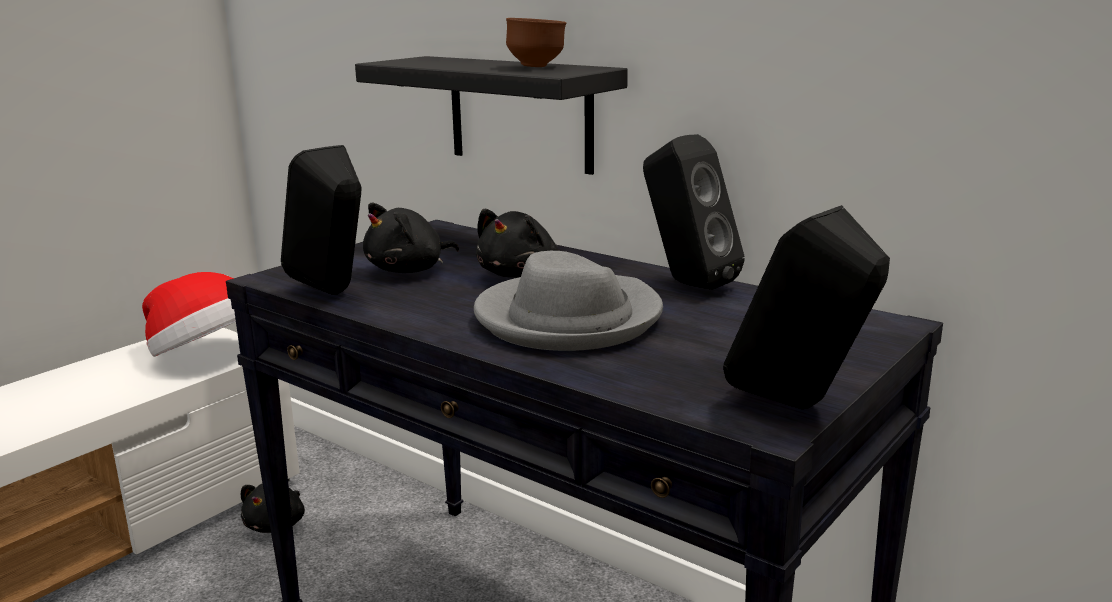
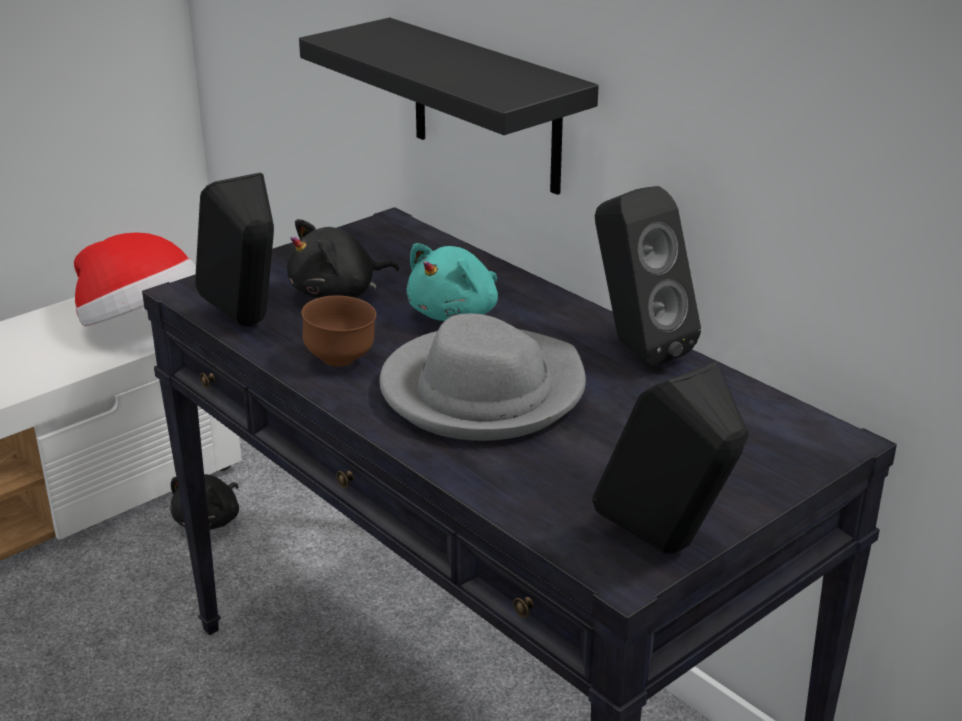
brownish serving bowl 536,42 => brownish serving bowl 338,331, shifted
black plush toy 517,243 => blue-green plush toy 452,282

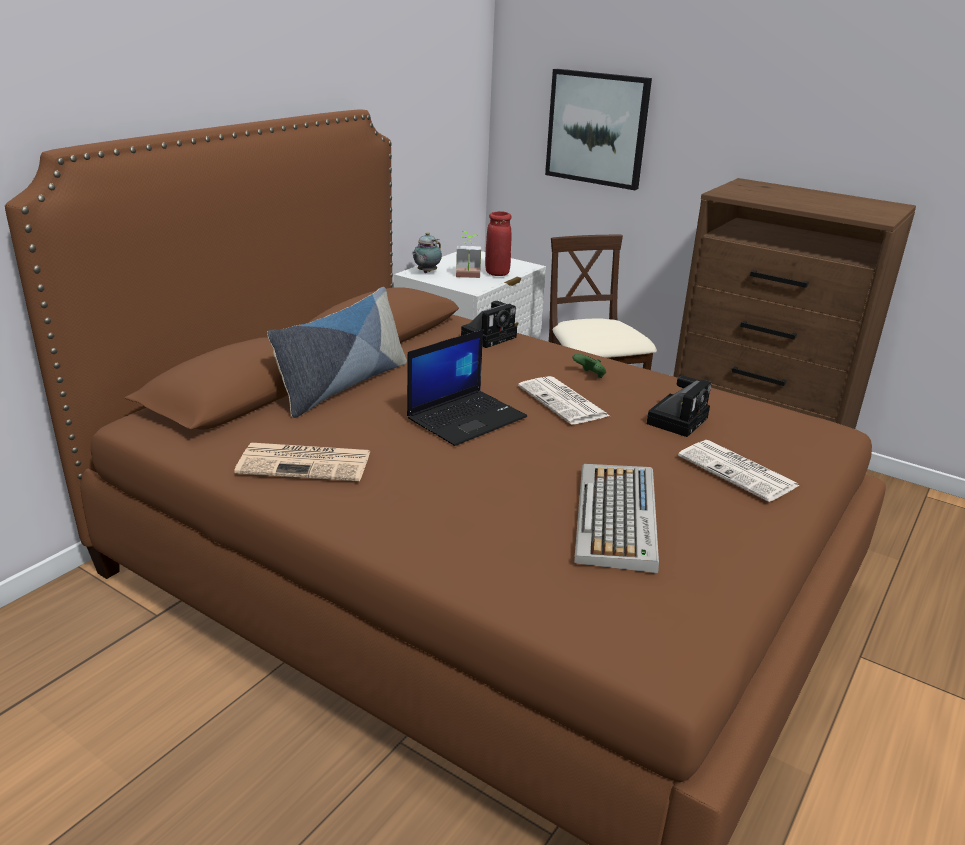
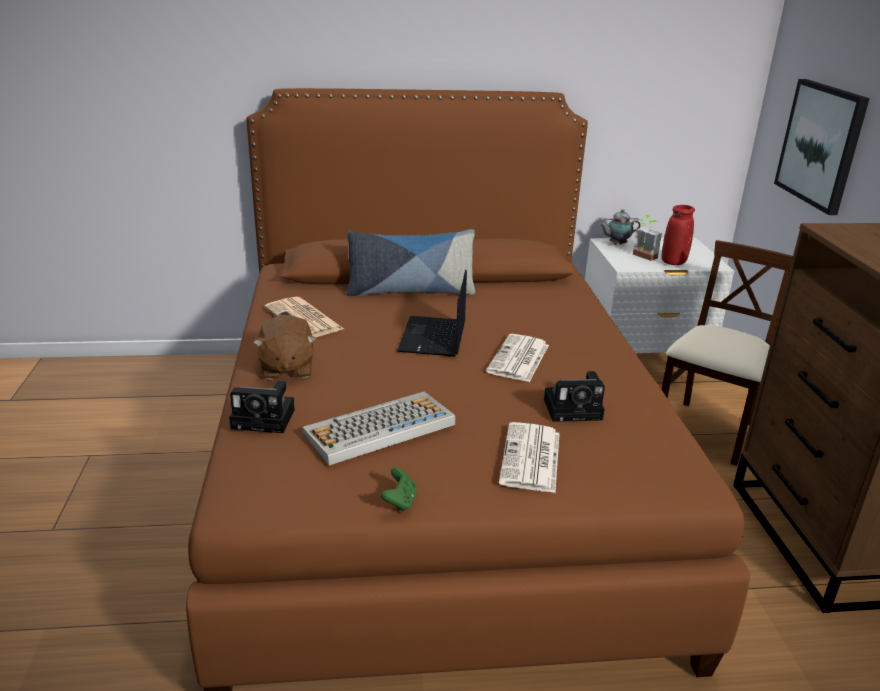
nothing => brownish plush toy 284,347
still camera 489,324 => still camera 262,406, shifted
greenish joypad 589,365 => greenish joypad 399,490, shifted
laptop 467,387 => laptop 432,313, 90 degrees clockwise

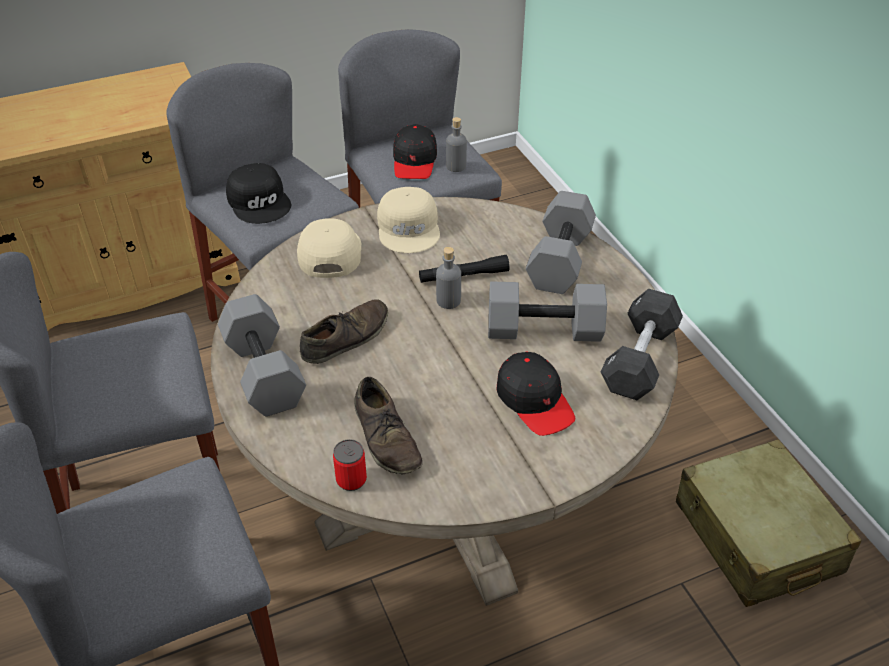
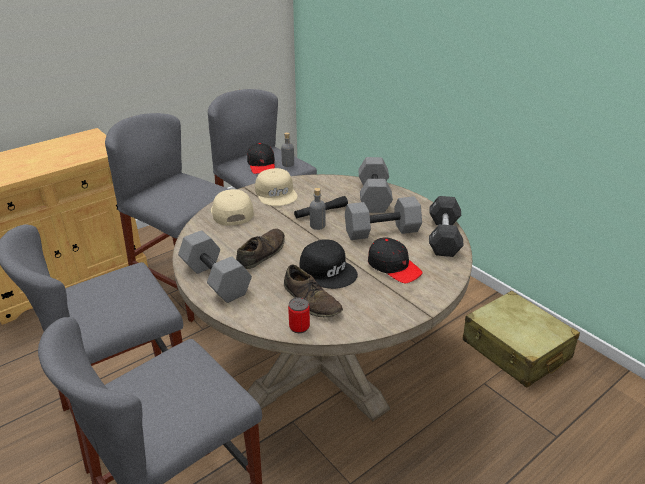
black peaked cap 258,193 => black peaked cap 329,264, shifted

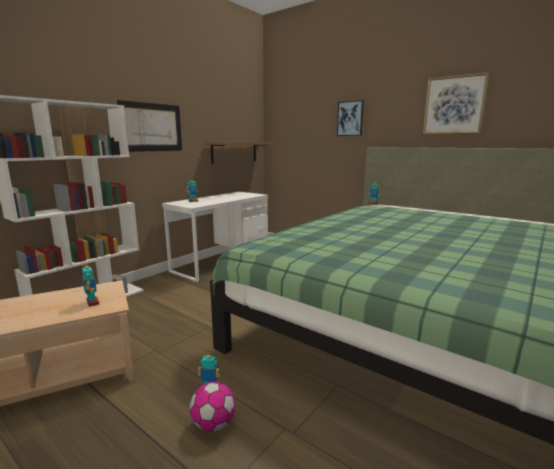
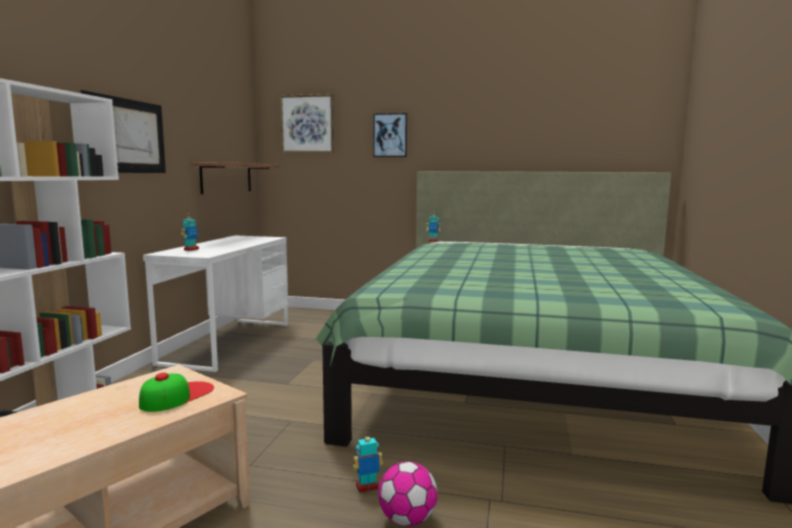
wall art 456,103 => wall art 307,123, shifted
robot figure 90,285 => peaked cap 176,392

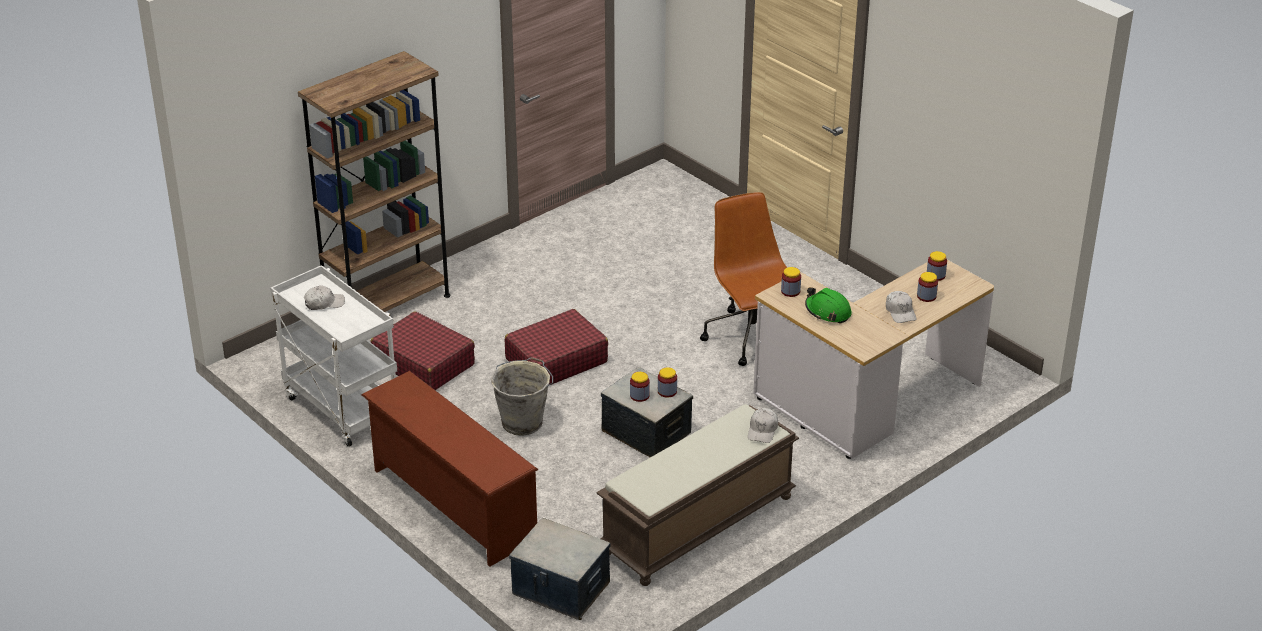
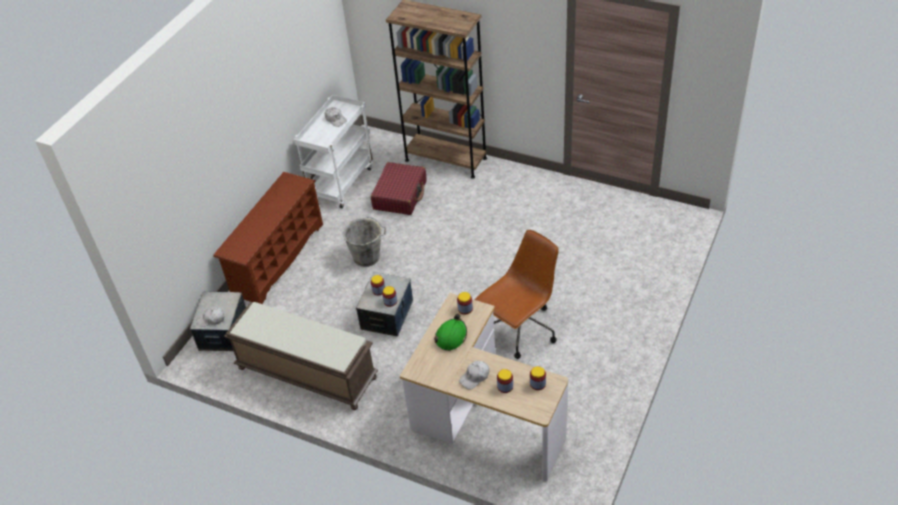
red-coloured piece of luggage 556,347 => nothing
whitish peaked cap 763,425 => whitish peaked cap 210,317, shifted

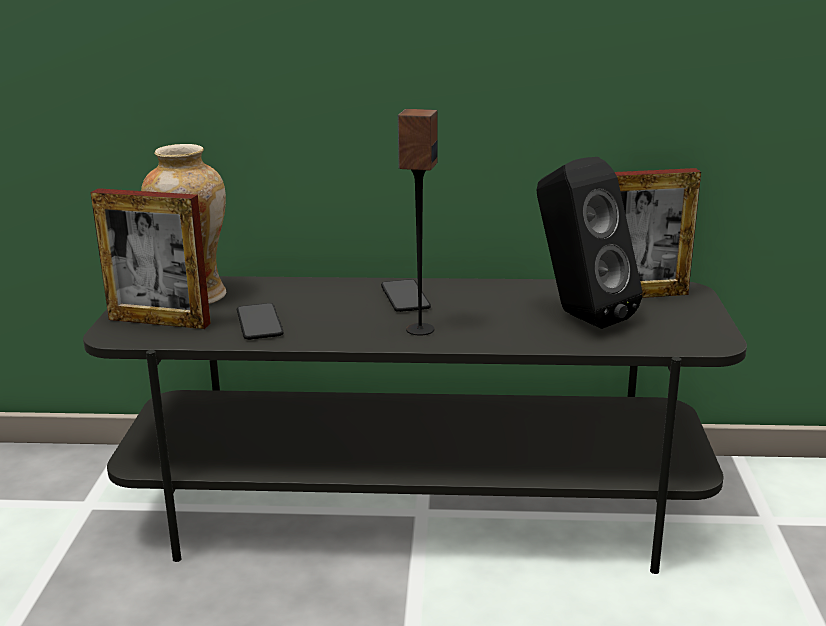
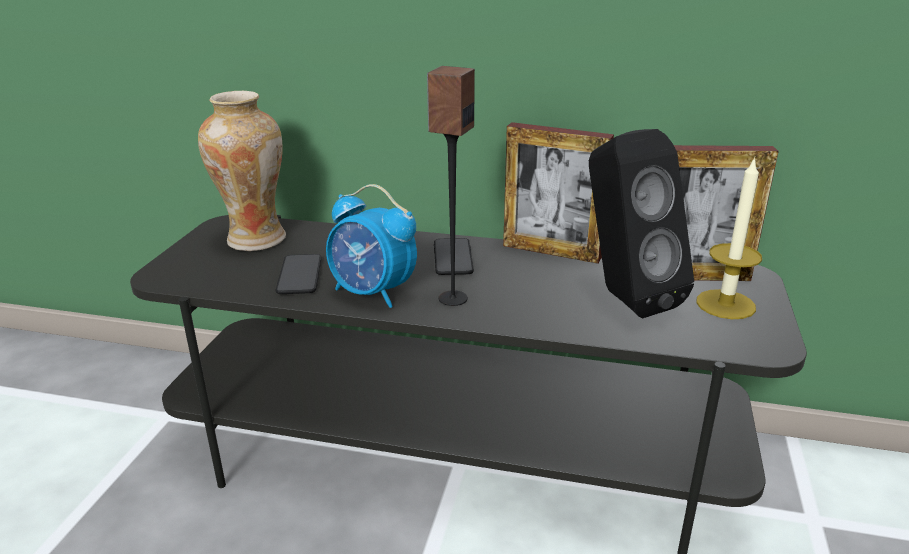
nothing => alarm clock 371,246
nothing => wax light 729,238
picture frame 151,258 => picture frame 558,193, shifted

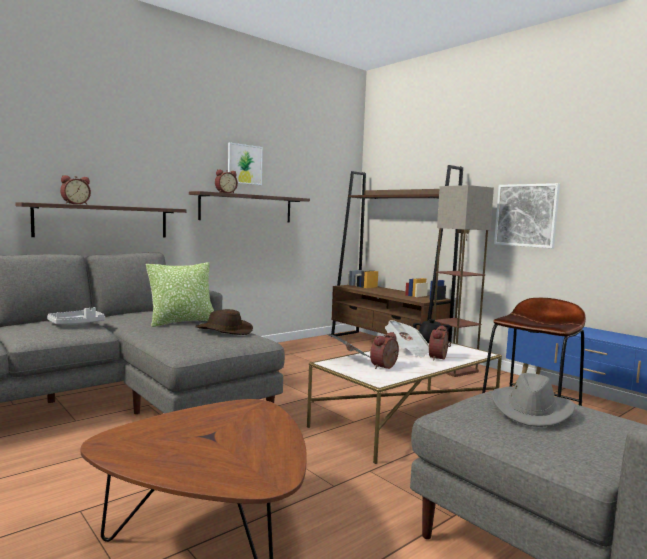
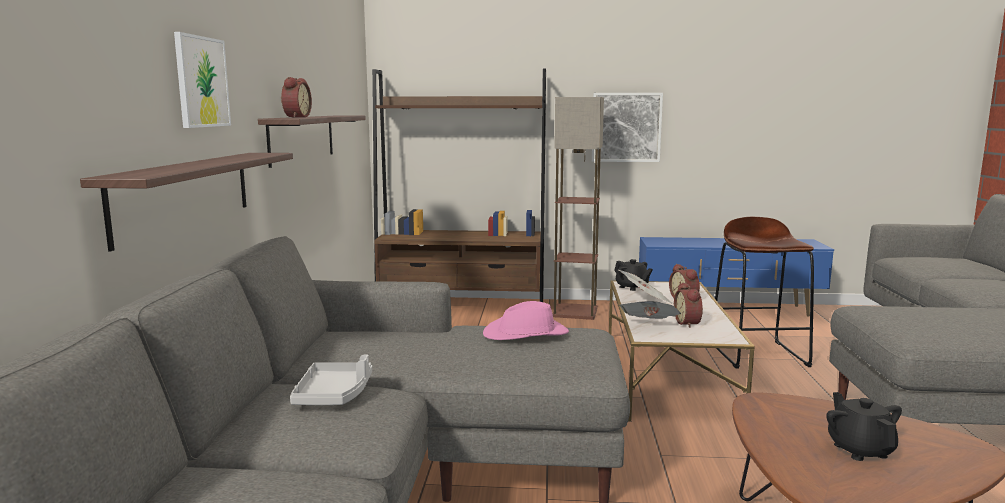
alarm clock 75,189 => nothing
cushion 180,294 => nothing
greyish clothing hat 533,400 => nothing
nothing => black pot for tea 864,426
wall art 245,163 => wall art 202,80, shifted
brownish clothing hat 224,322 => pink-coloured clothing hat 526,320

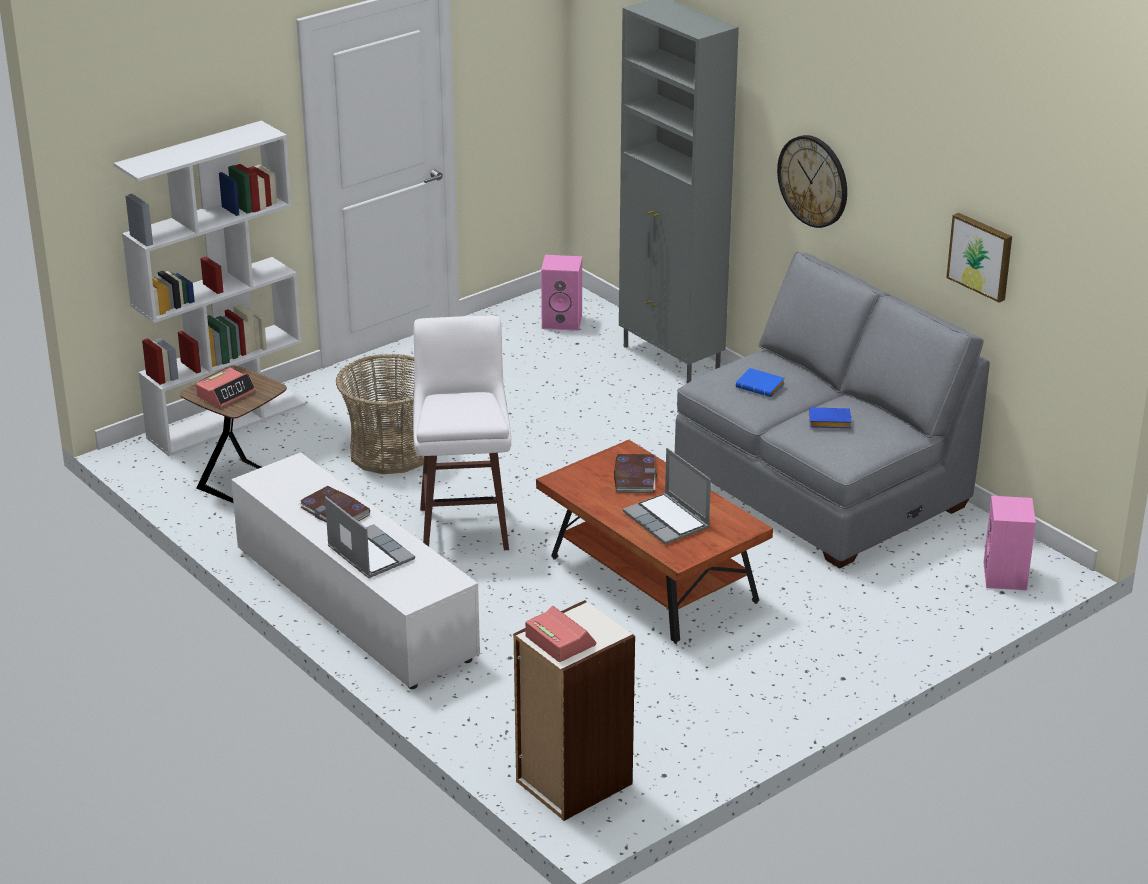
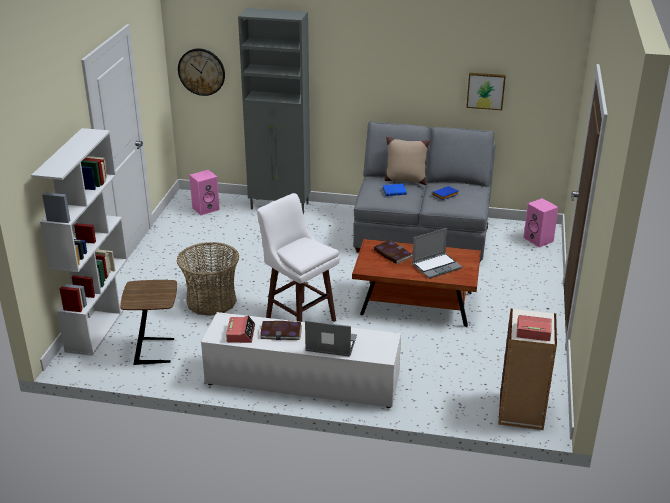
nothing => sand-coloured cushion 407,161
alarm clock 226,388 => alarm clock 240,329, shifted
clock on the wall 812,181 => clock on the wall 201,72, shifted
laptop 667,496 => laptop 437,253, 45 degrees counterclockwise

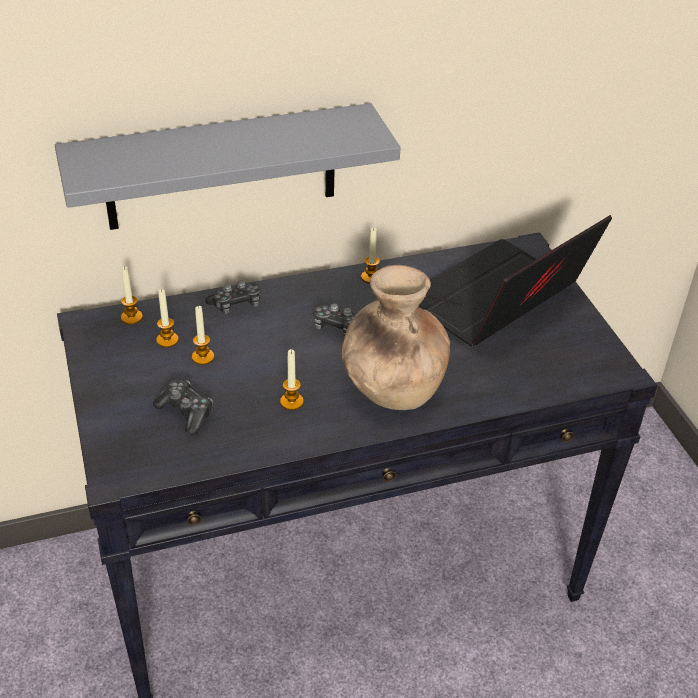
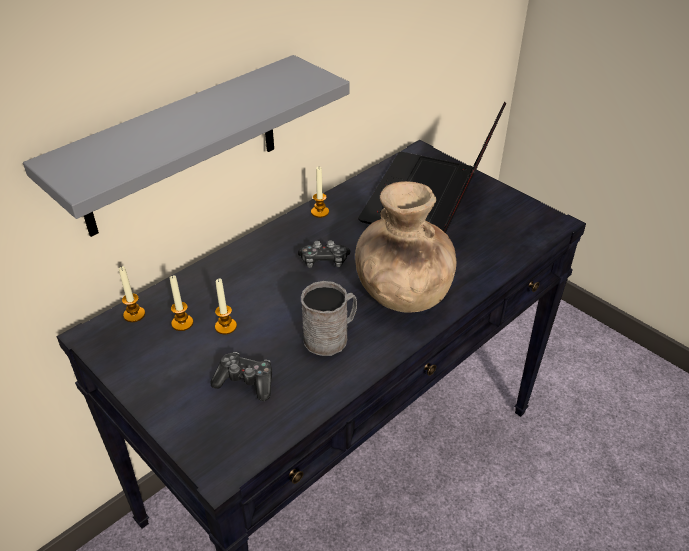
joypad 233,297 => nothing
wax light 292,379 => greyish mug 329,318

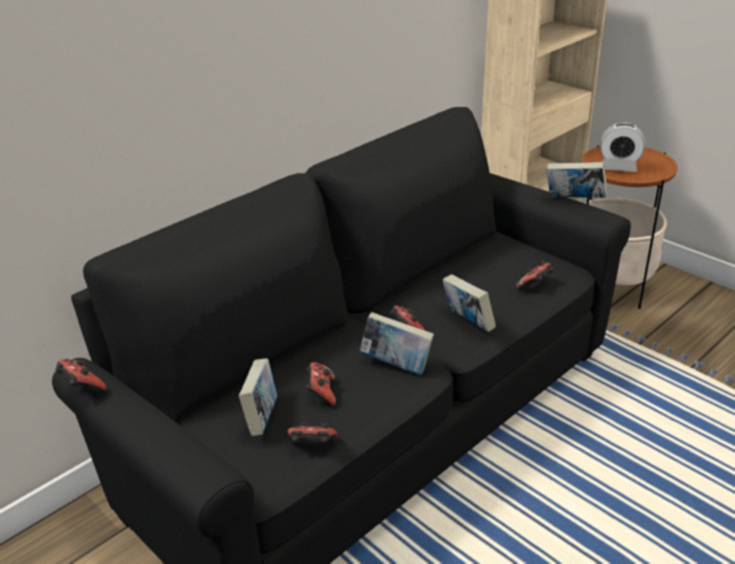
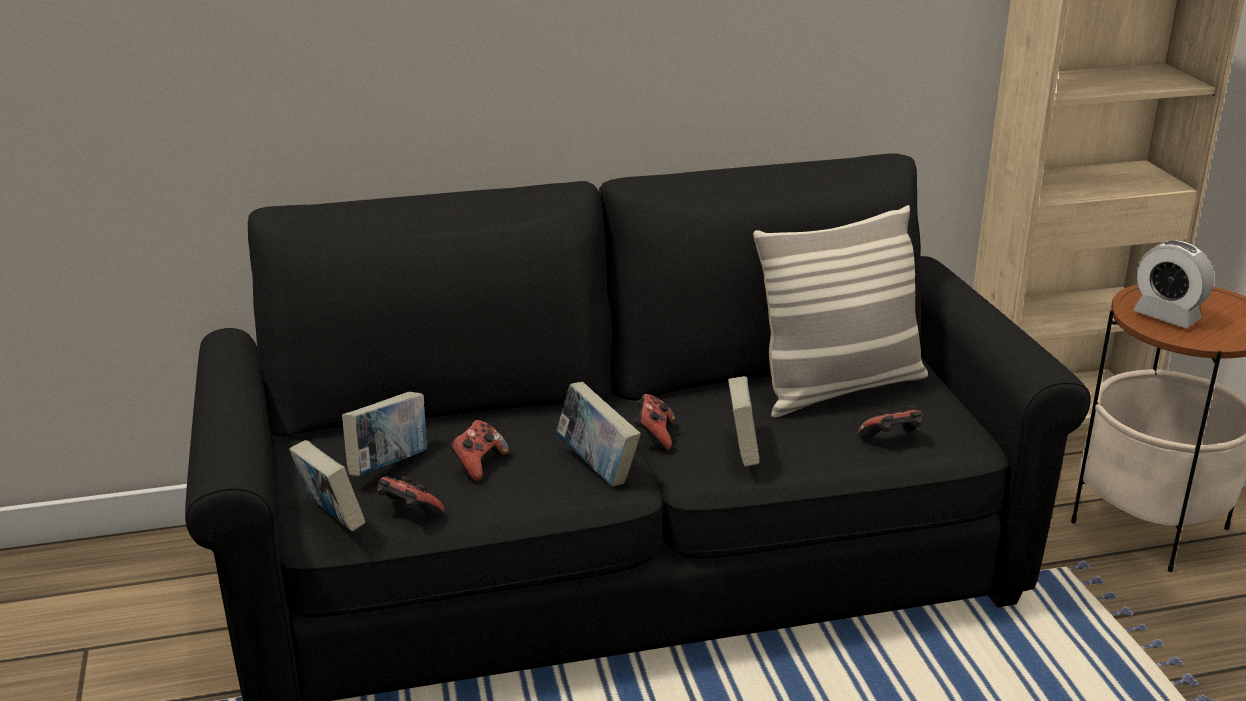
joypad 80,376 => nothing
nothing => cushion 840,311
bound book 577,180 => bound book 327,485, shifted

